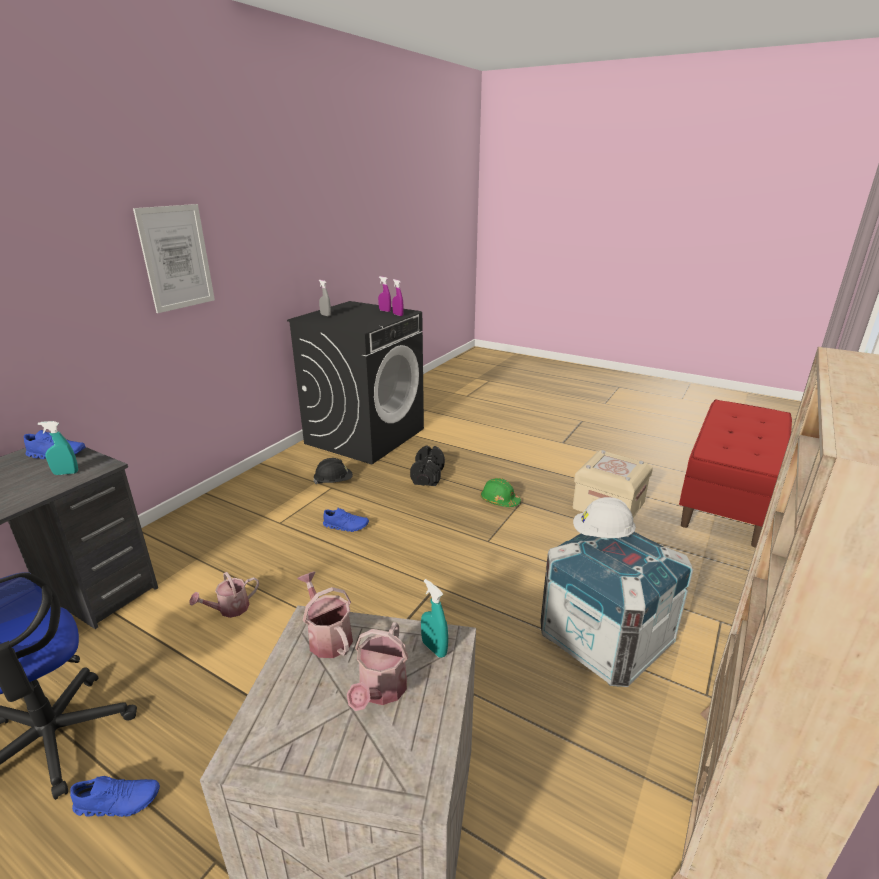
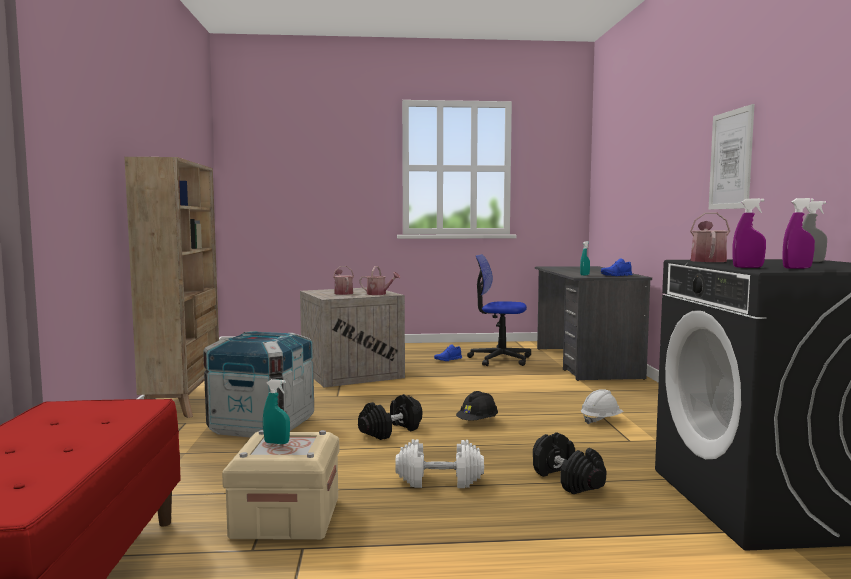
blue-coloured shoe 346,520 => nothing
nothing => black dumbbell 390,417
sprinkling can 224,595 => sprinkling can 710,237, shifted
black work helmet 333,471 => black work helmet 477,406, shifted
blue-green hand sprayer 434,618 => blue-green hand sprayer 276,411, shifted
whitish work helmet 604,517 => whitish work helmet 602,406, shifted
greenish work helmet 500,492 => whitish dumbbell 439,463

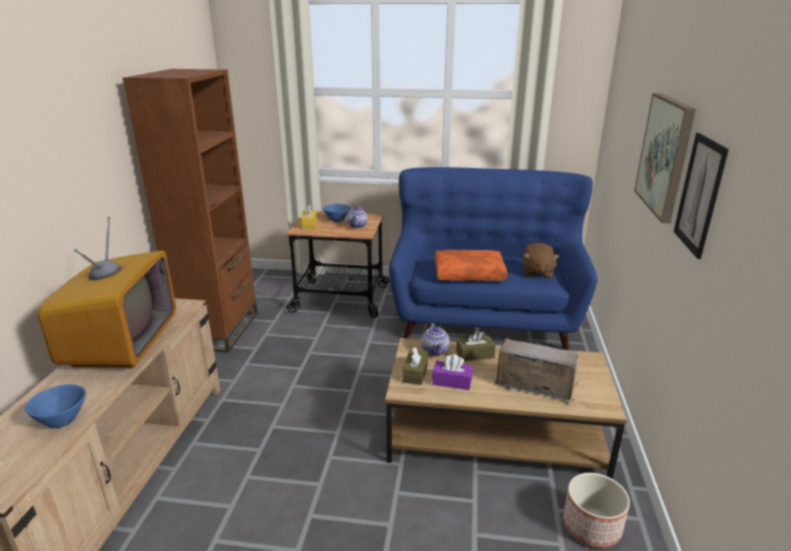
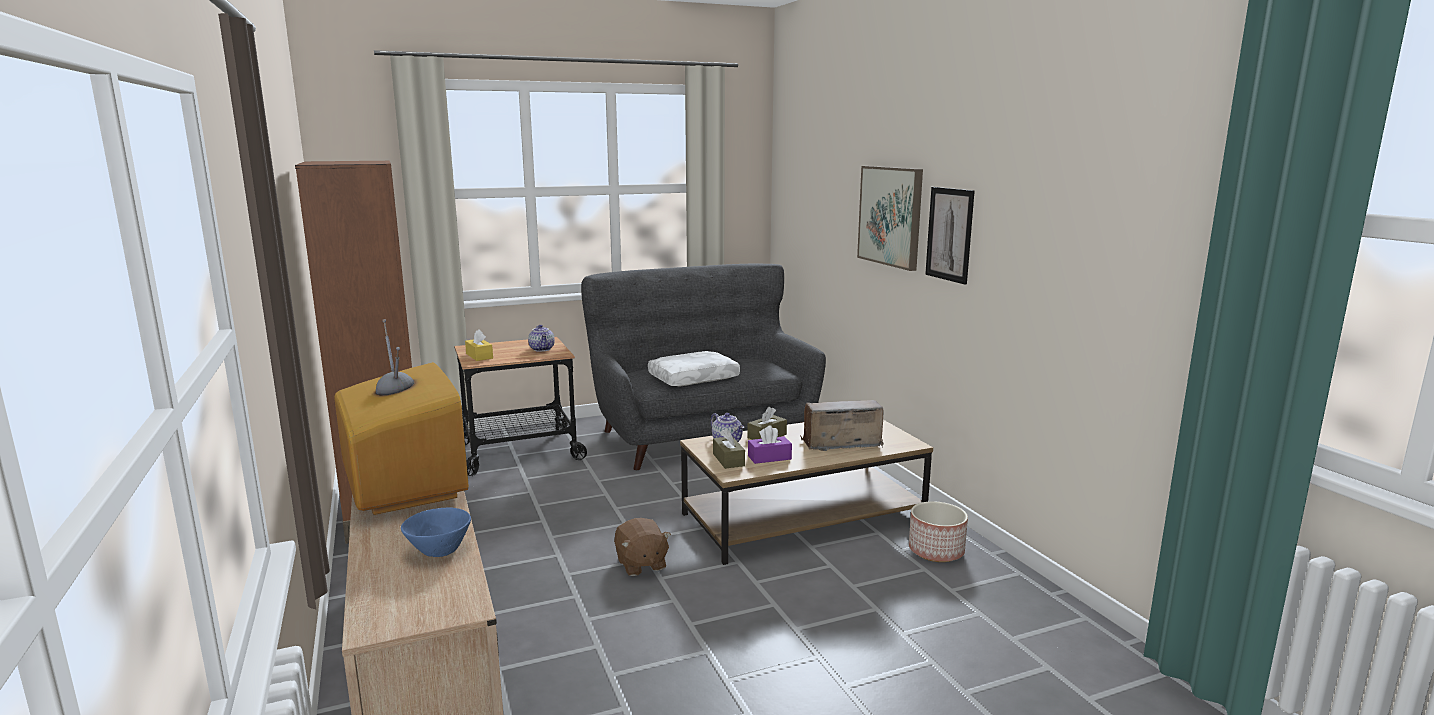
blue-coloured serving bowl 336,213 => nothing
brownish plush toy 541,261 => brownish plush toy 642,547, shifted
blue-coloured settee 493,258 => greyish settee 703,366
orangey cushion 471,265 => whitish cushion 694,369

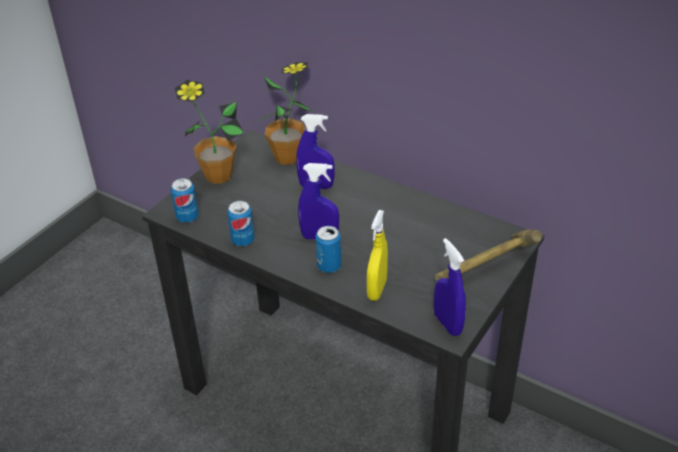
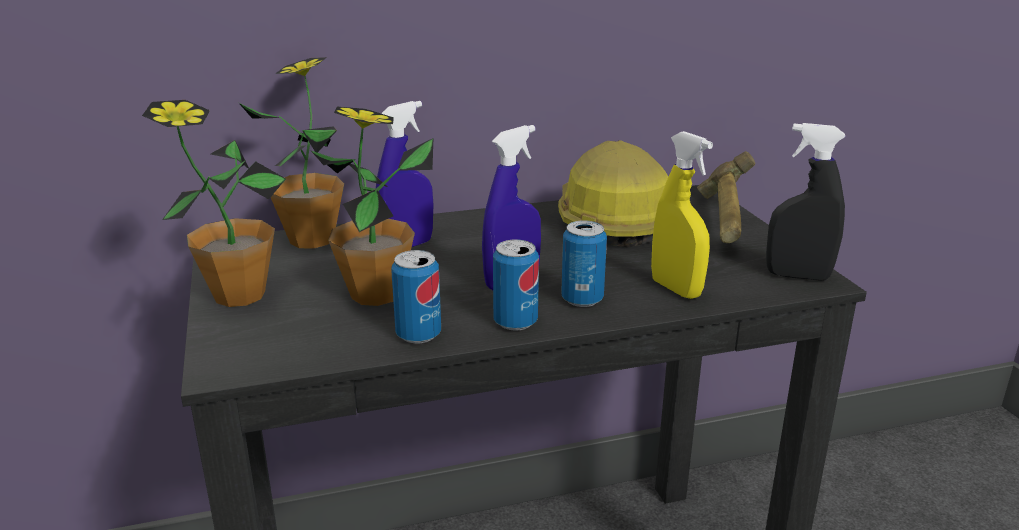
nothing => potted plant 371,206
nothing => work helmet 613,193
sealed can 185,200 => sealed can 516,284, shifted
blue-coloured hand sprayer 450,287 => black hand sprayer 805,202

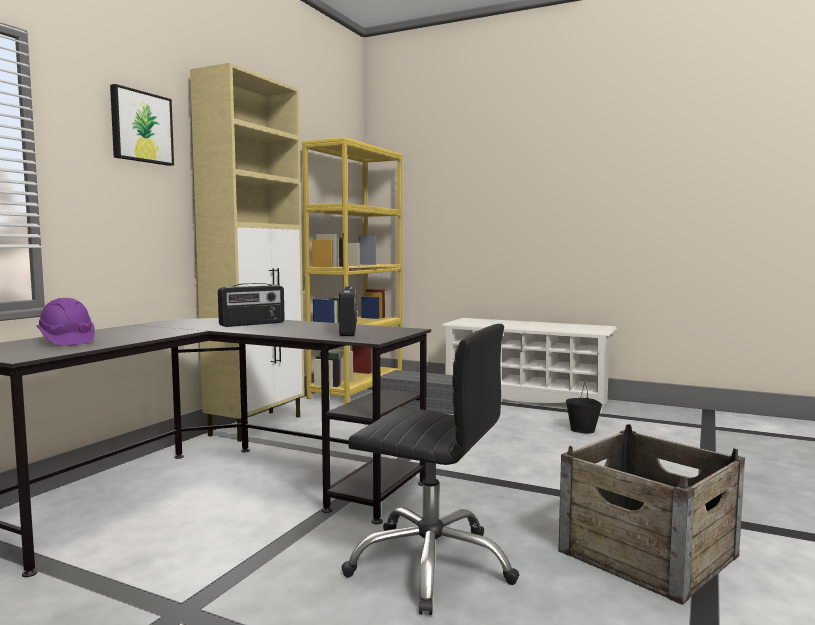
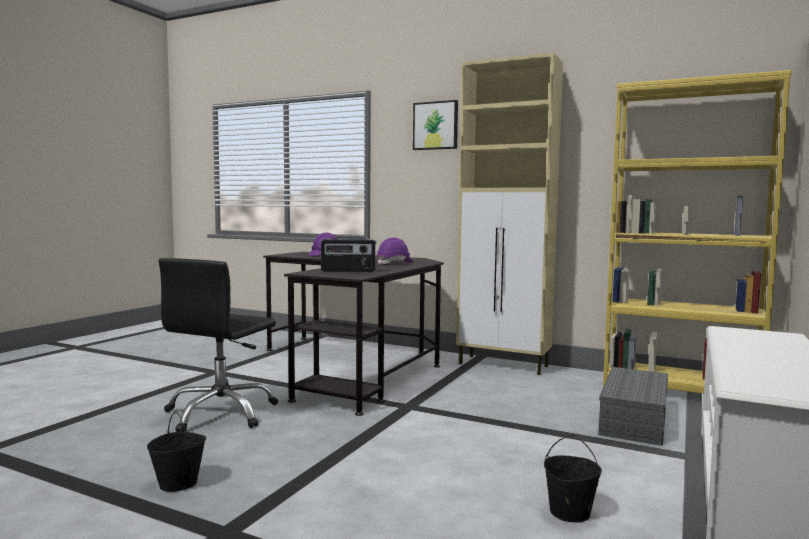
radio 251,305 => purple-coloured work helmet 395,251
crate 651,514 => black water bucket 176,451

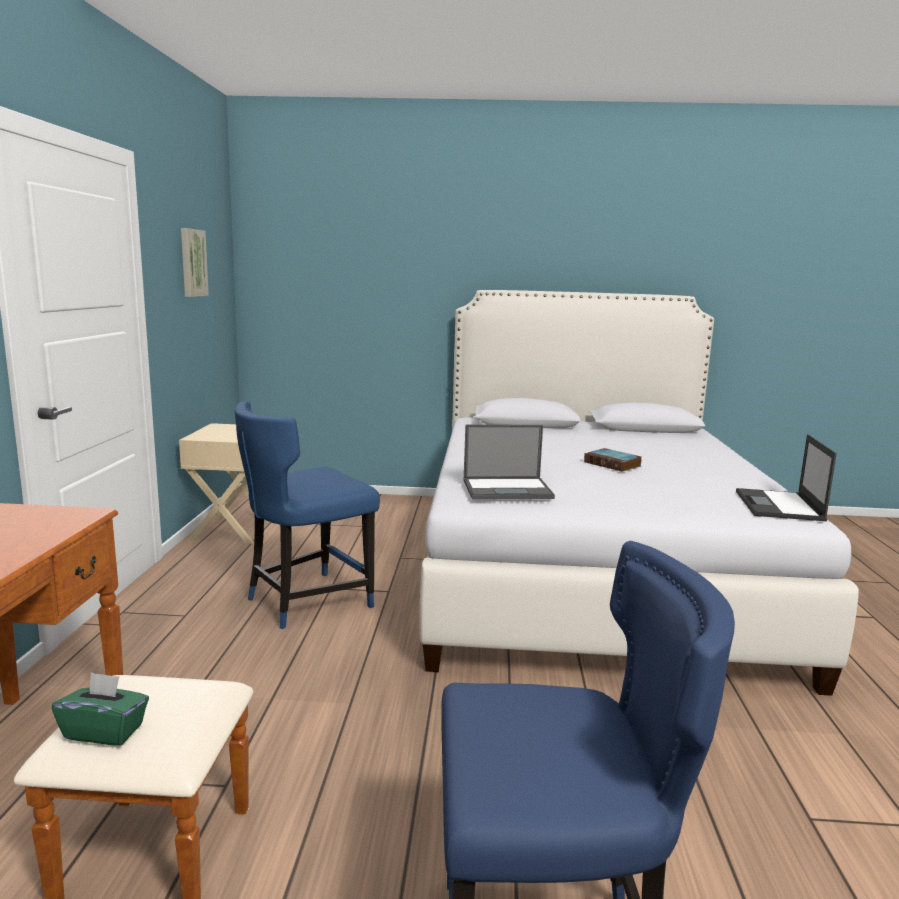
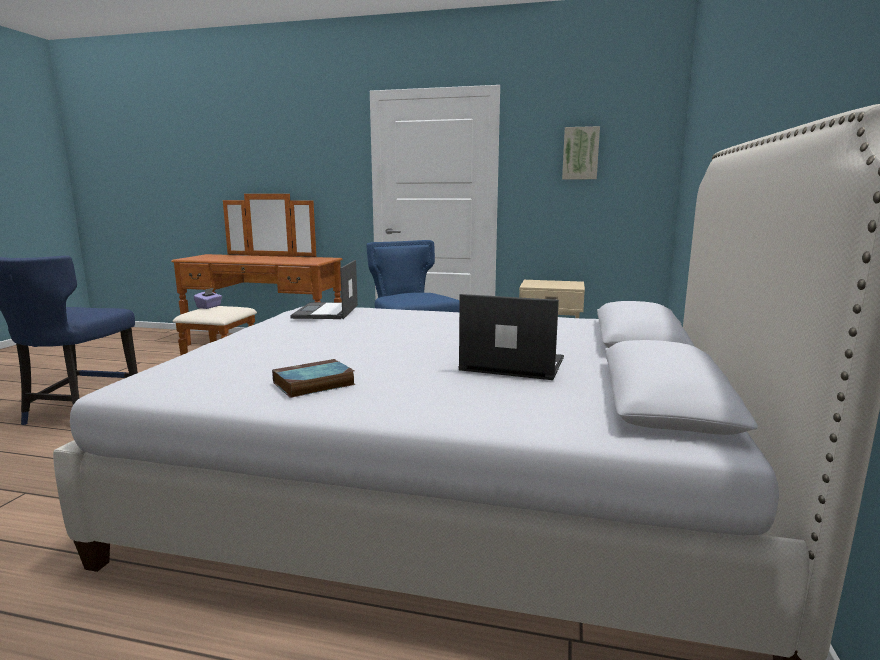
bound book 612,460 => bound book 314,378, shifted
laptop 786,477 => laptop 511,337, shifted
greenish box of tissues 100,709 => purple-coloured box of tissues 208,298

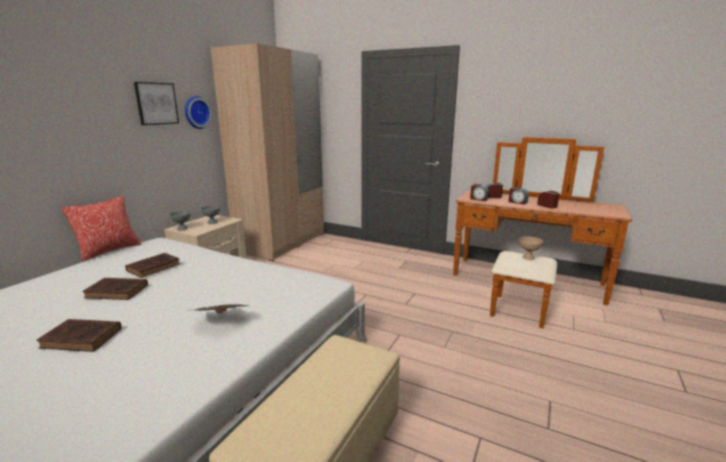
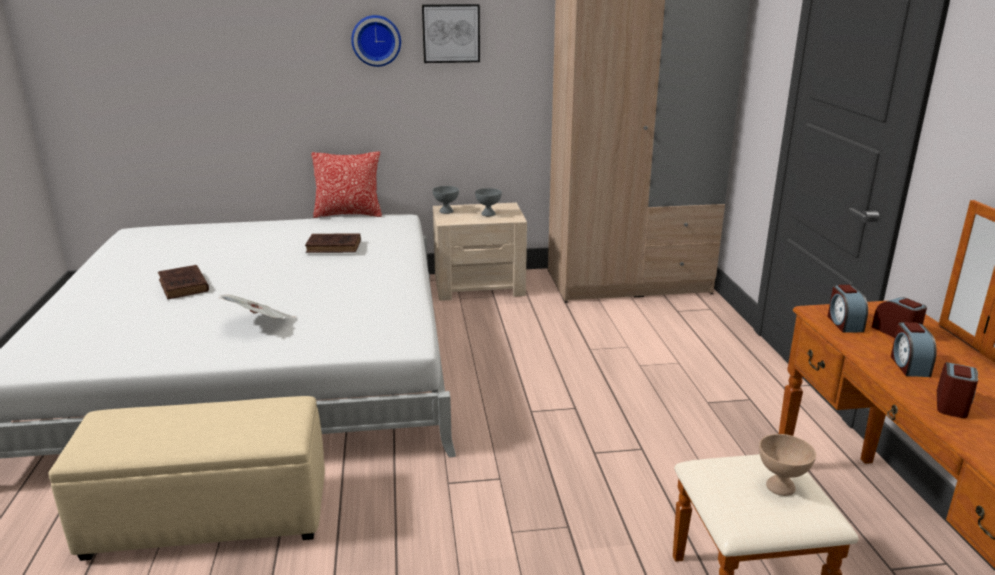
brownish bound book 115,289 => nothing
clock on the wall 198,112 => clock on the wall 376,41, shifted

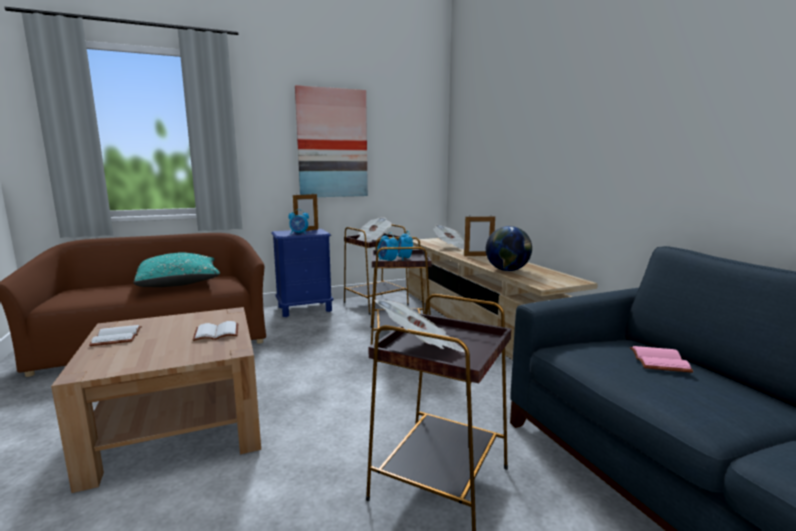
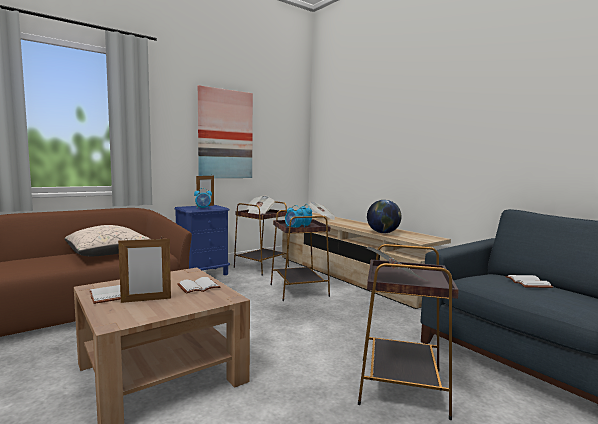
picture frame 479,235 => picture frame 144,270, shifted
blue-green cushion 177,269 => sand-coloured cushion 107,240
pink-coloured bound book 662,359 => whitish bound book 529,281

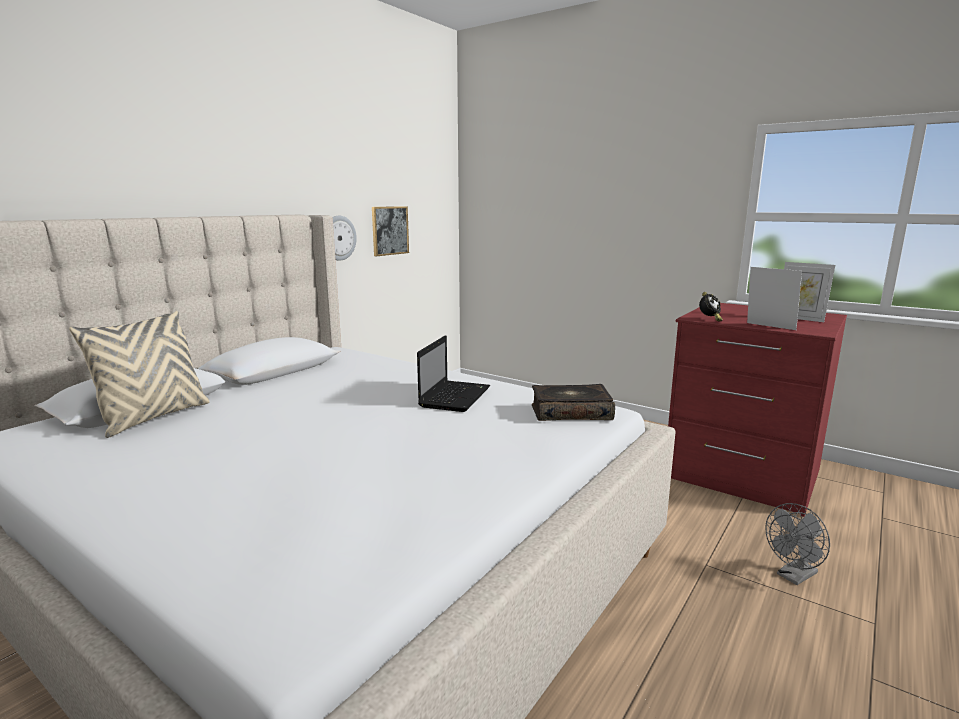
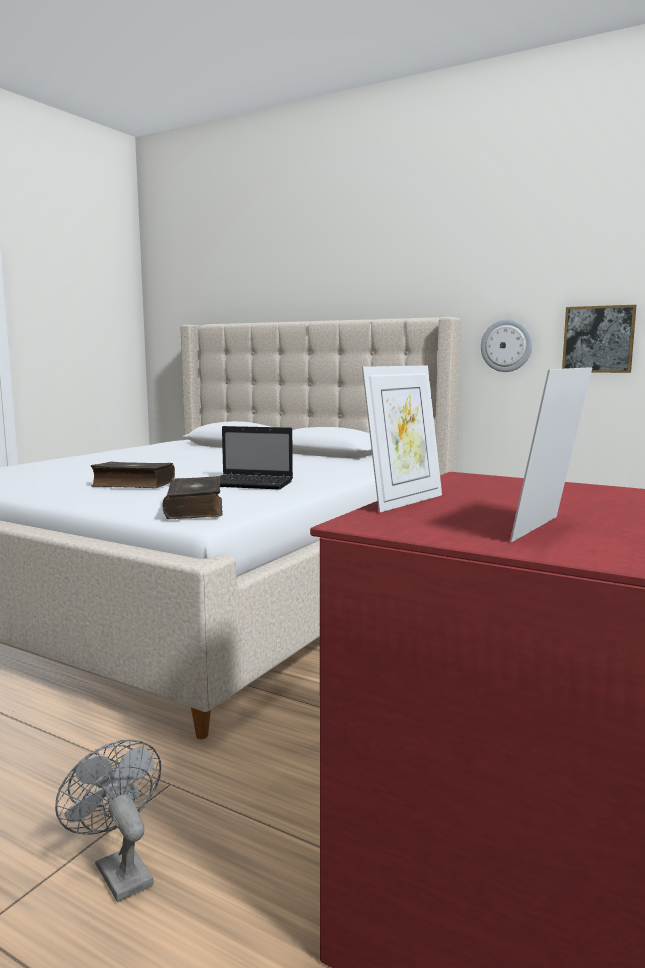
sand-coloured cushion 139,374 => nothing
alarm clock 711,307 => nothing
nothing => bound book 133,475

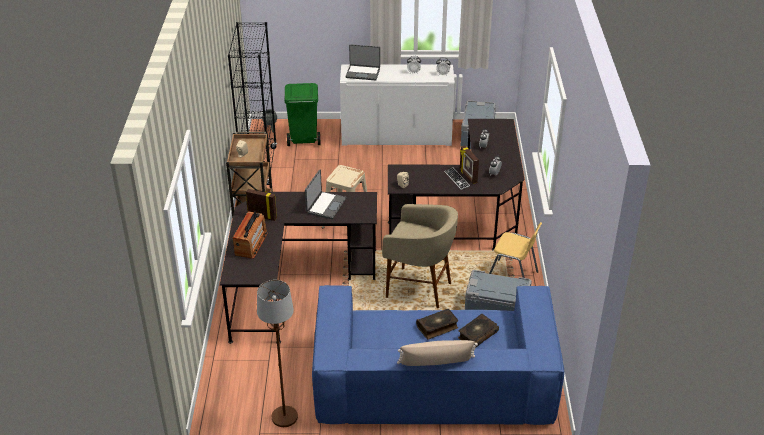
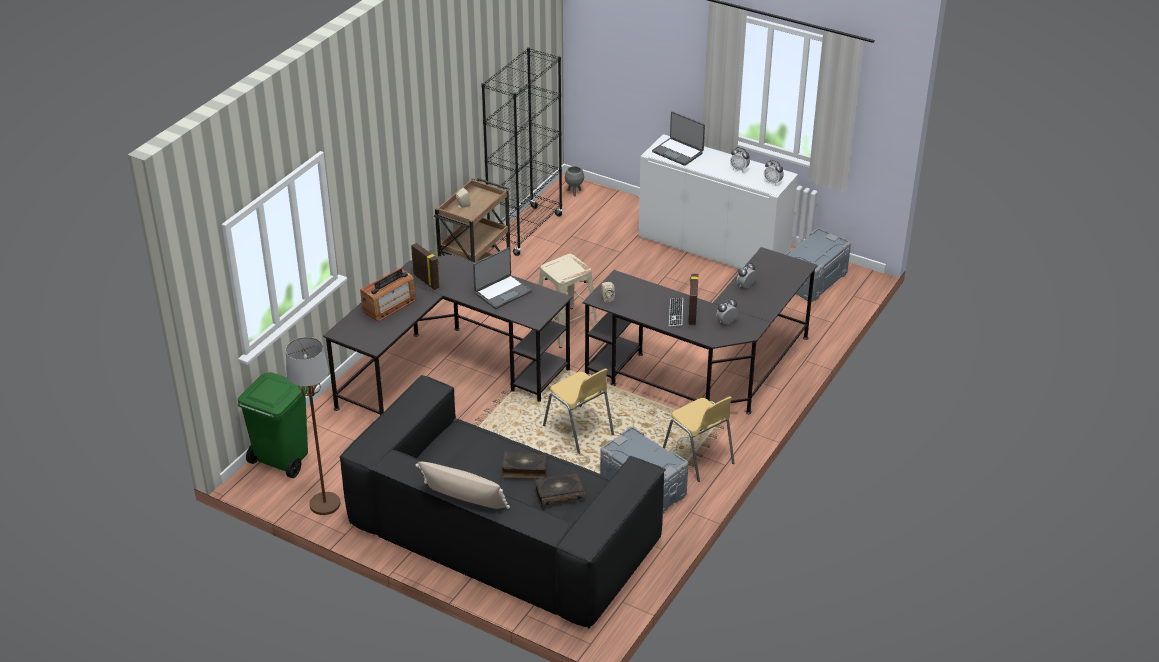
greenish rubbish bin 303,114 => greenish rubbish bin 272,425, shifted
sand-coloured stool seat 420,256 => yellow plain chair 578,411
blue-coloured settee 438,355 => black settee 502,502

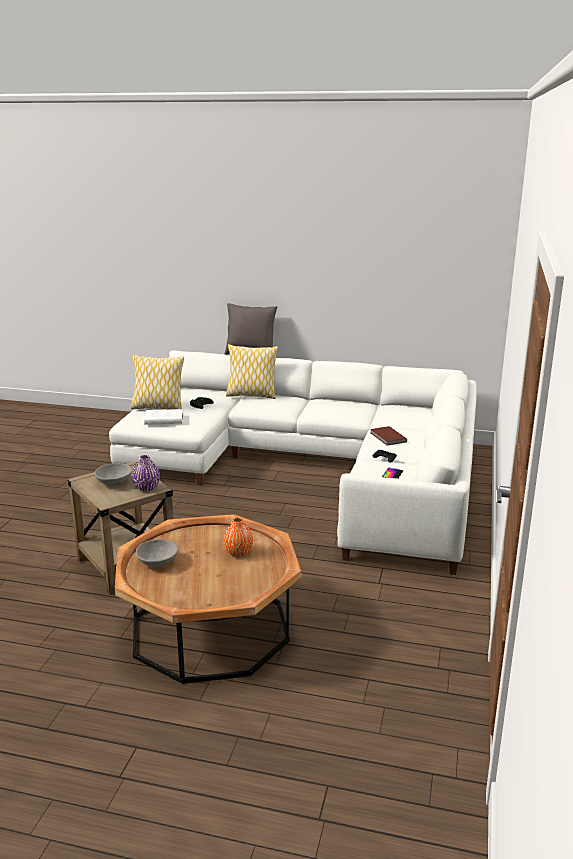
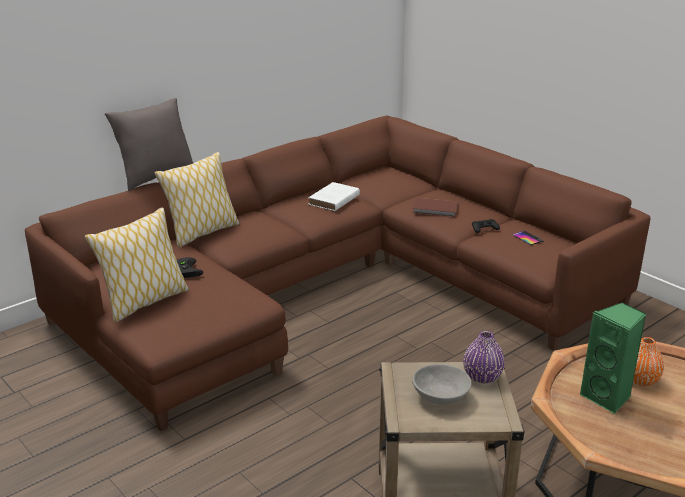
greyish serving bowl 157,553 => nothing
nothing => greenish loudspeaker 613,358
whitish bound book 164,417 => whitish bound book 334,196, shifted
whitish settee 293,463 => brownish settee 338,273

